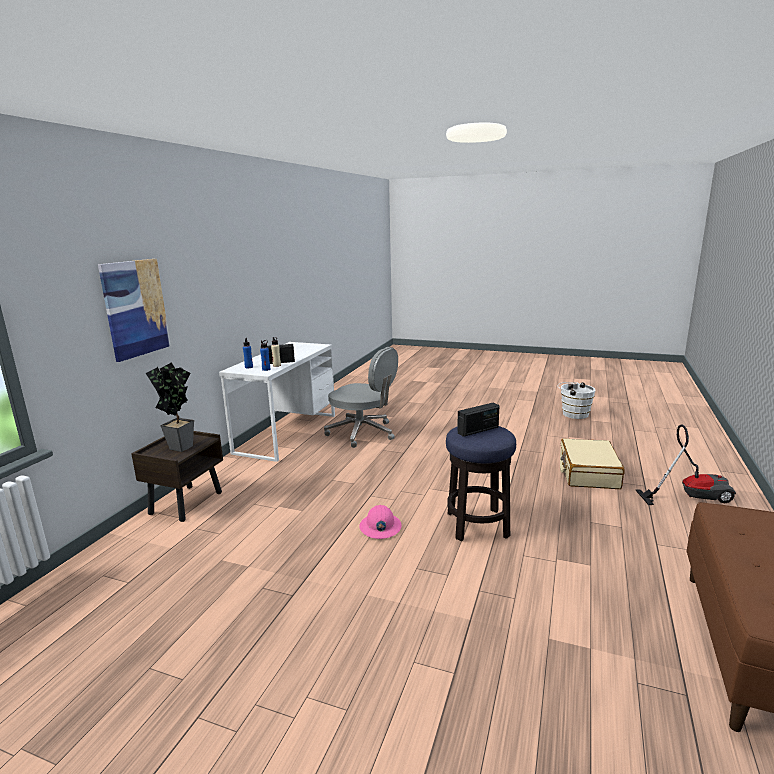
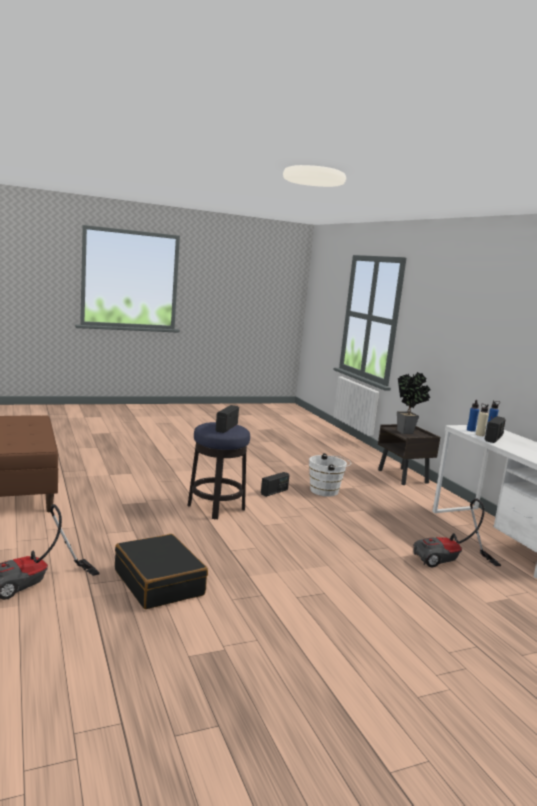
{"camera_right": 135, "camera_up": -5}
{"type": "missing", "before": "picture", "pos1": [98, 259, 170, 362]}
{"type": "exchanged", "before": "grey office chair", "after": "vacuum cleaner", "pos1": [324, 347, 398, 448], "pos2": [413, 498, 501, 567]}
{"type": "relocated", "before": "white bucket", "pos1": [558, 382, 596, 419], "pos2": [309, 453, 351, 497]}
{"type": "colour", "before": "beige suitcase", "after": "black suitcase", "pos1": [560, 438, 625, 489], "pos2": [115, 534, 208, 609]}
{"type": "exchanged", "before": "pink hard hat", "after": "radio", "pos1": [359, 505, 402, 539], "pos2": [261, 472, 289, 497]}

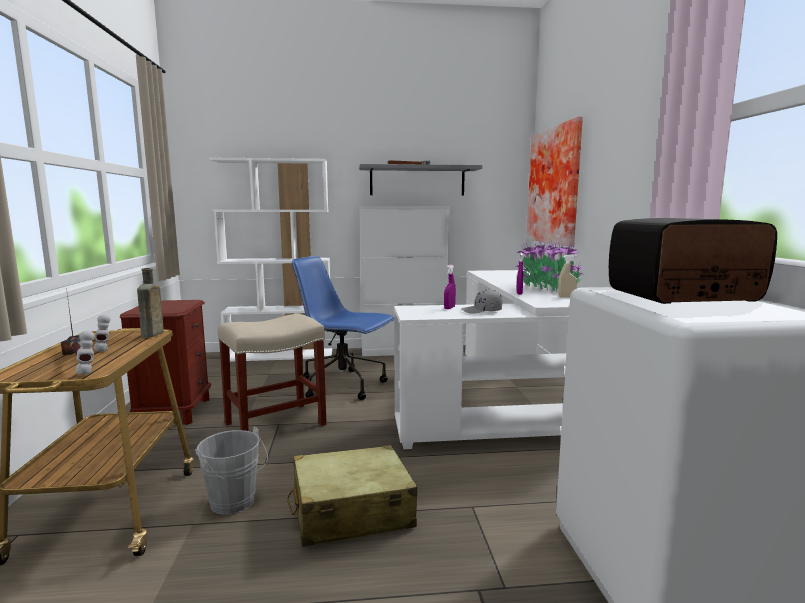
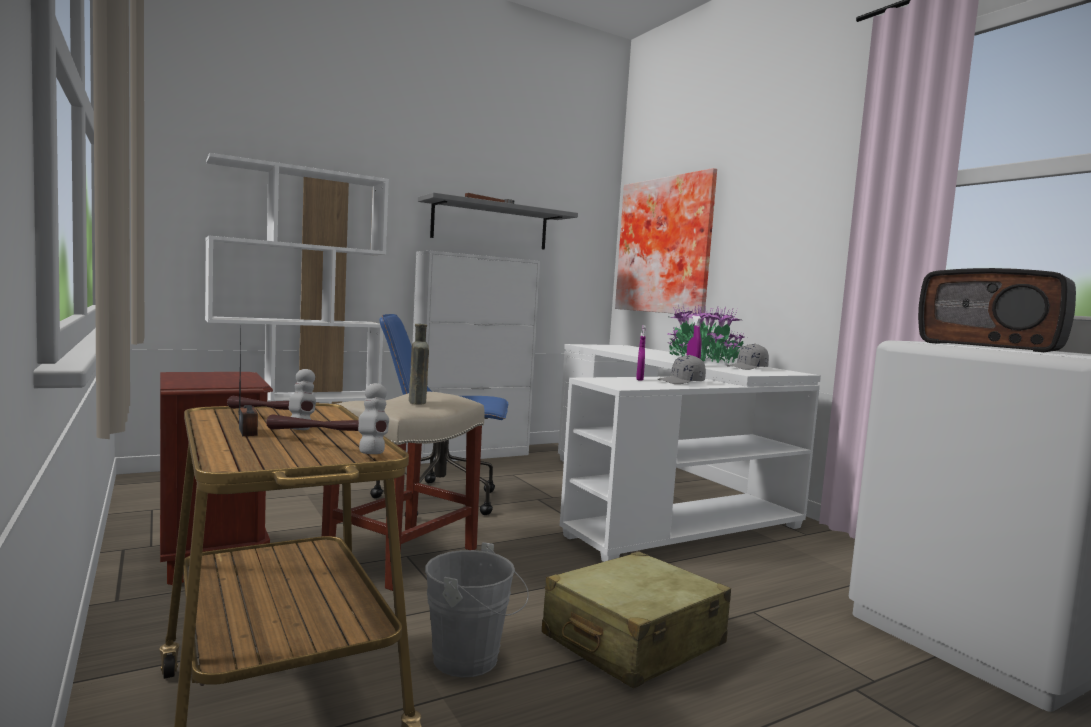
{"camera_right": -25, "camera_up": -5}
{"type": "spun", "before": "radio", "pos1": [609, 218, 777, 304], "pos2": [918, 268, 1076, 352], "turn": -105}
{"type": "exchanged", "before": "beige spray bottle", "after": "grey cap", "pos1": [558, 255, 578, 298], "pos2": [727, 344, 769, 370]}
{"type": "relocated", "before": "brown bottle", "pos1": [137, 268, 164, 338], "pos2": [409, 324, 429, 404]}

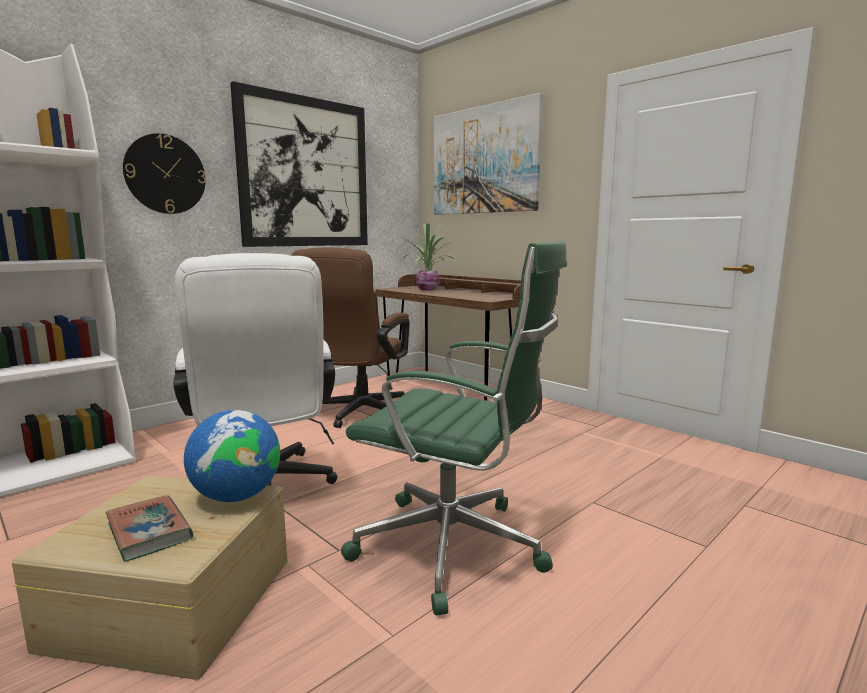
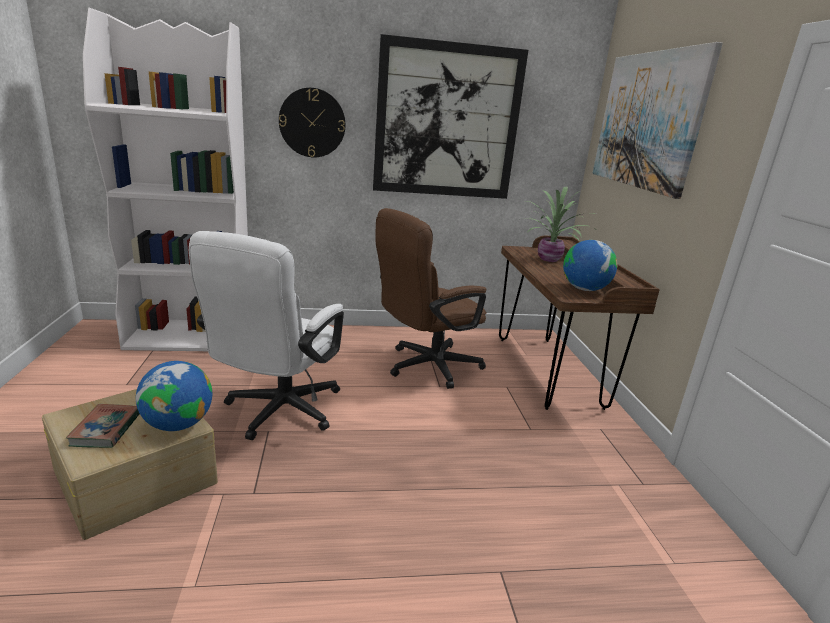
{"camera_right": 35, "camera_up": 10}
{"type": "missing", "before": "green office chair", "pos1": [341, 242, 567, 615]}
{"type": "appeared", "after": "globe", "pos2": [563, 240, 617, 291]}

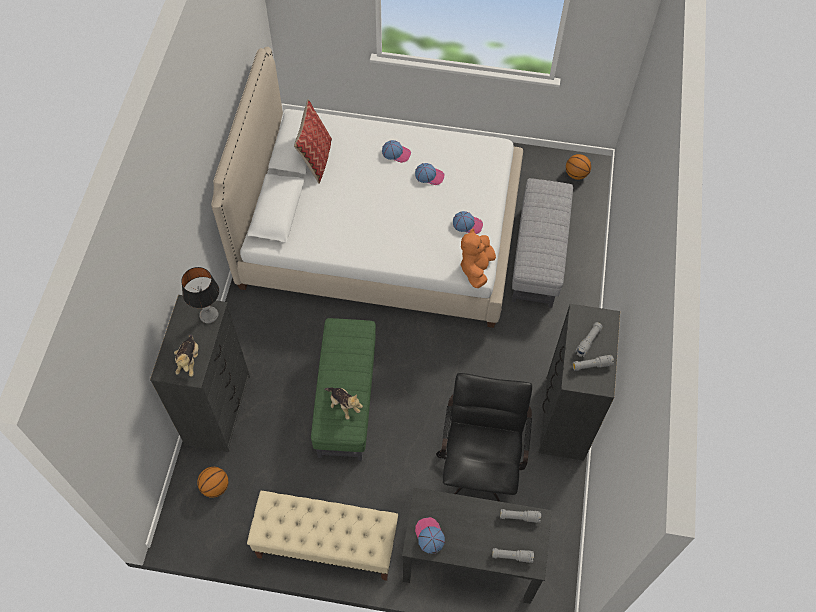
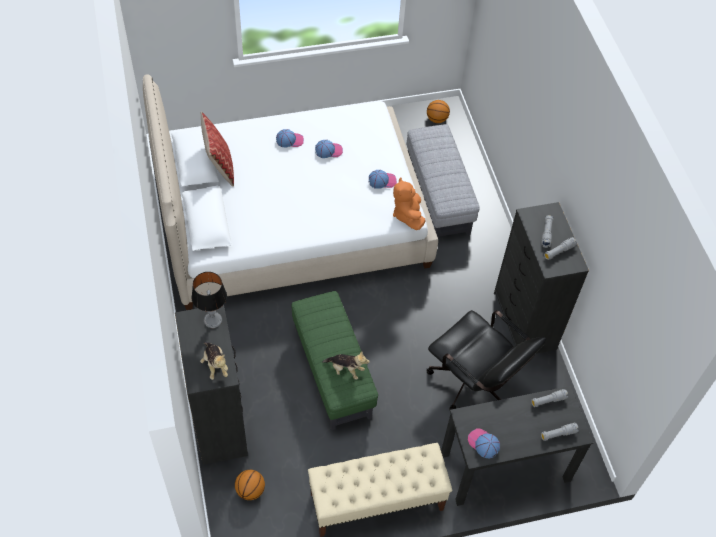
{"camera_right": -25, "camera_up": -5}
{"type": "spun", "before": "black office chair", "pos1": [436, 373, 532, 502], "pos2": [427, 310, 546, 410], "turn": 150}

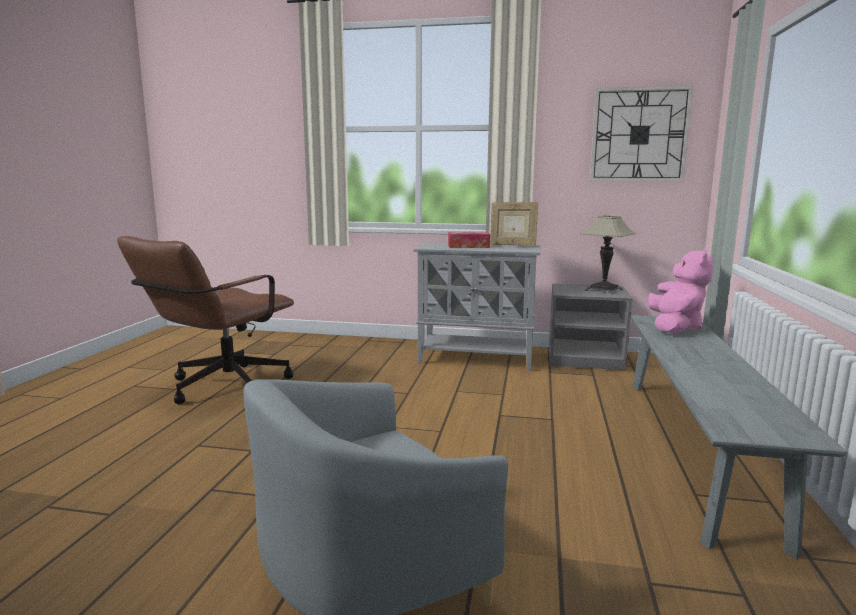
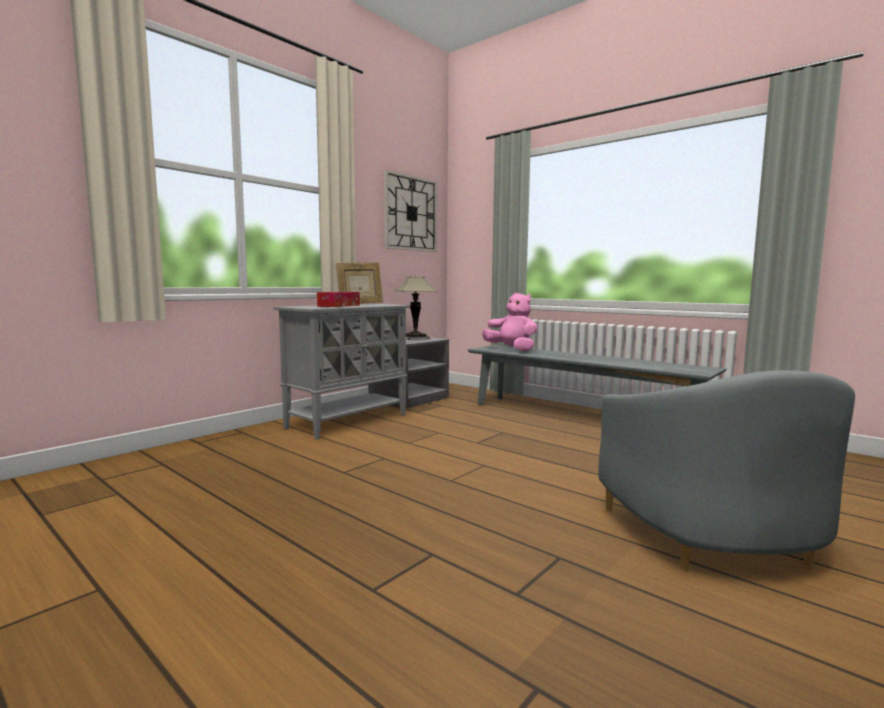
{"camera_right": -60, "camera_up": -5}
{"type": "missing", "before": "brown office chair", "pos1": [117, 236, 294, 404]}

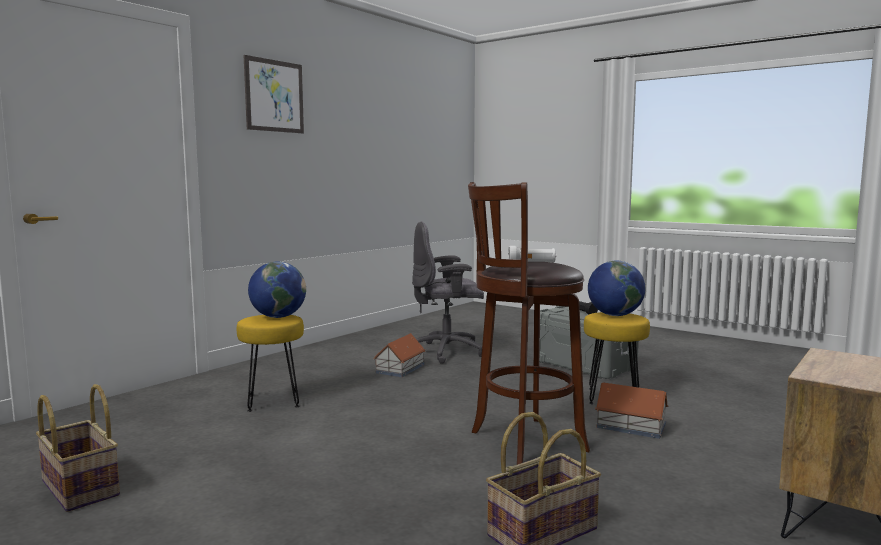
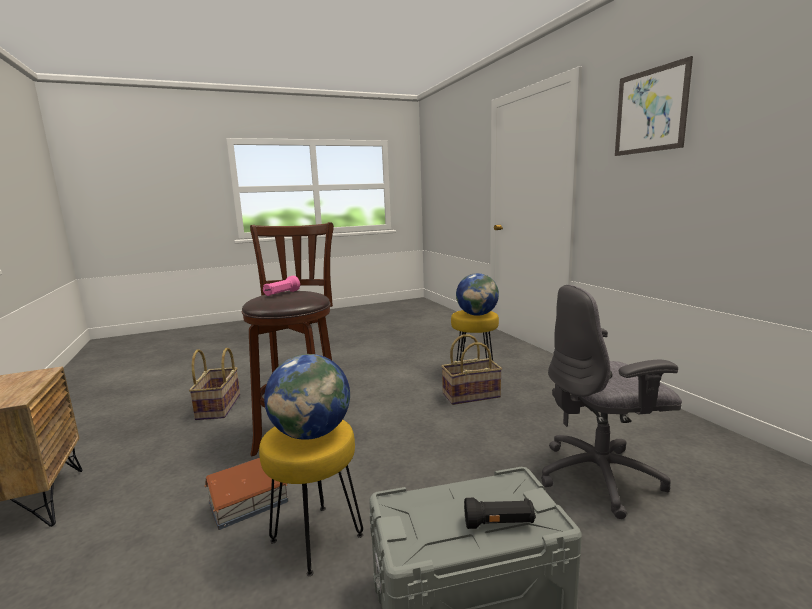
{"camera_right": 120, "camera_up": 5}
{"type": "spun", "before": "grey office chair", "pos1": [412, 221, 484, 364], "pos2": [541, 285, 682, 519], "turn": -120}
{"type": "colour", "before": "white flashlight", "after": "pink flashlight", "pos1": [508, 246, 556, 263], "pos2": [263, 276, 300, 296]}
{"type": "missing", "before": "toy house", "pos1": [373, 333, 426, 377]}
{"type": "relocated", "before": "basket", "pos1": [36, 384, 120, 512], "pos2": [441, 334, 502, 405]}

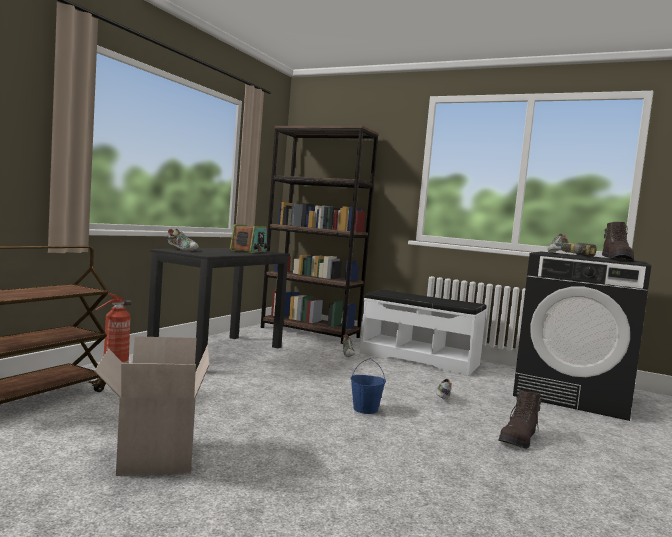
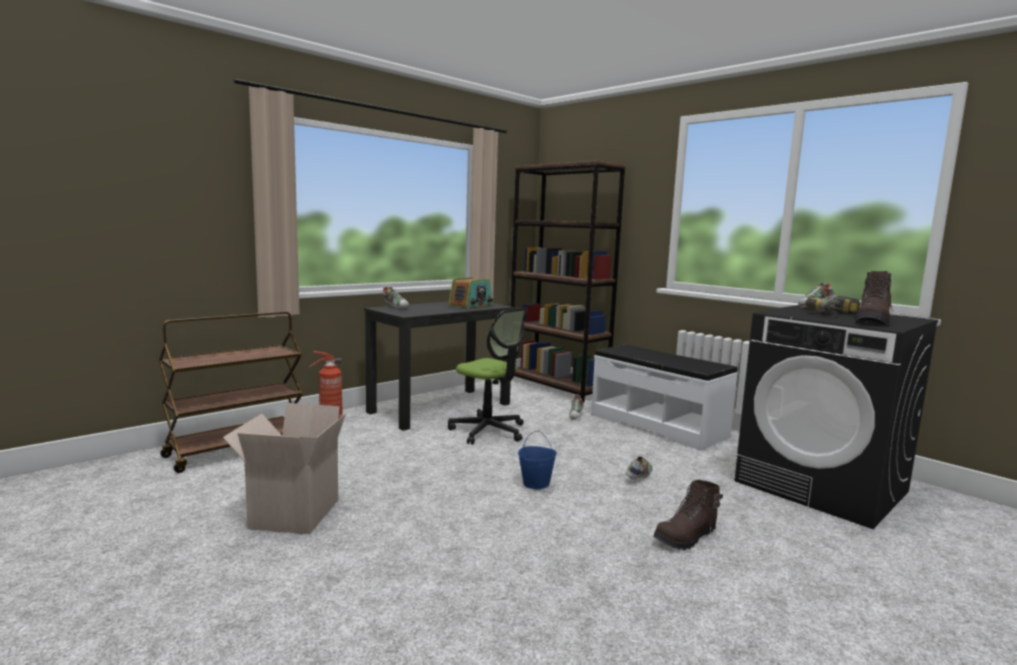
{"camera_right": 20, "camera_up": 5}
{"type": "appeared", "after": "office chair", "pos2": [448, 308, 527, 445]}

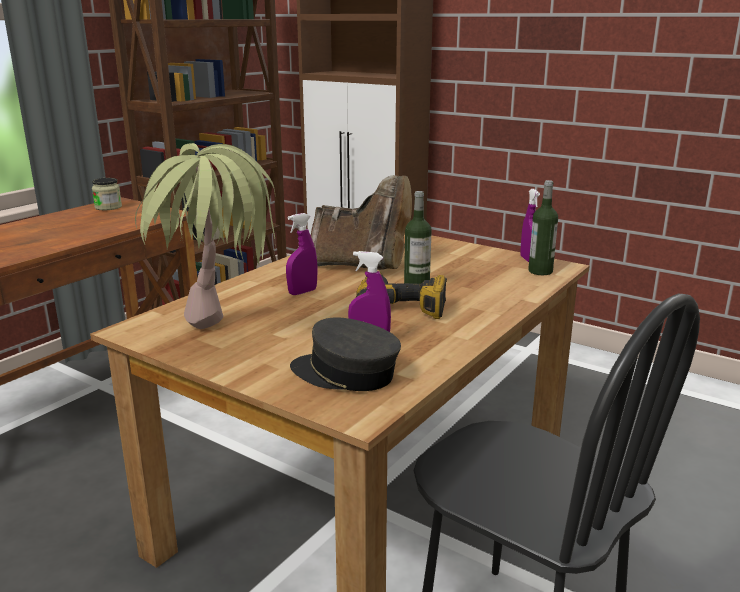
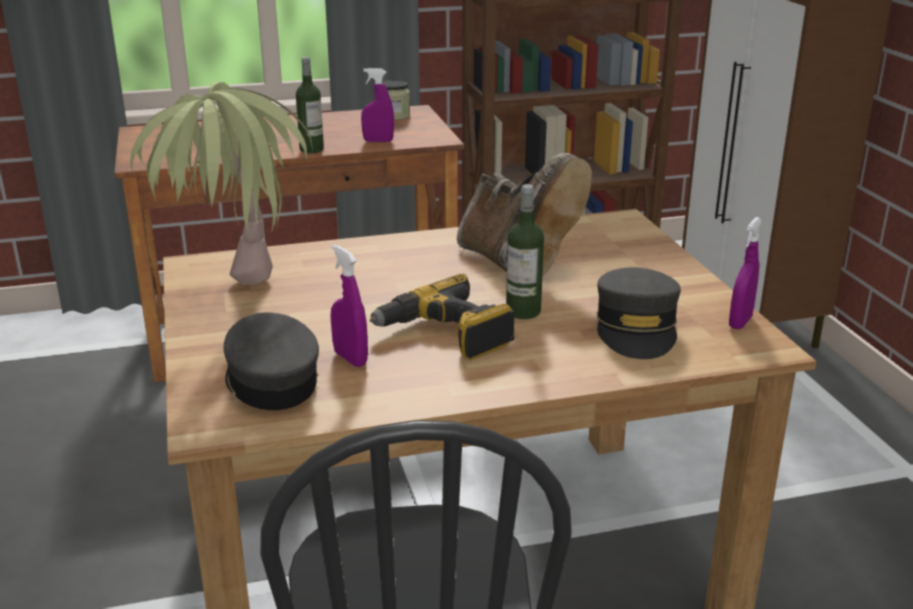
{"camera_right": 40, "camera_up": 5}
{"type": "relocated", "before": "bottle", "pos1": [528, 180, 558, 275], "pos2": [296, 57, 324, 153]}
{"type": "relocated", "before": "purple spray bottle", "pos1": [286, 213, 318, 295], "pos2": [361, 68, 394, 142]}
{"type": "appeared", "after": "grey cap", "pos2": [596, 267, 681, 359]}

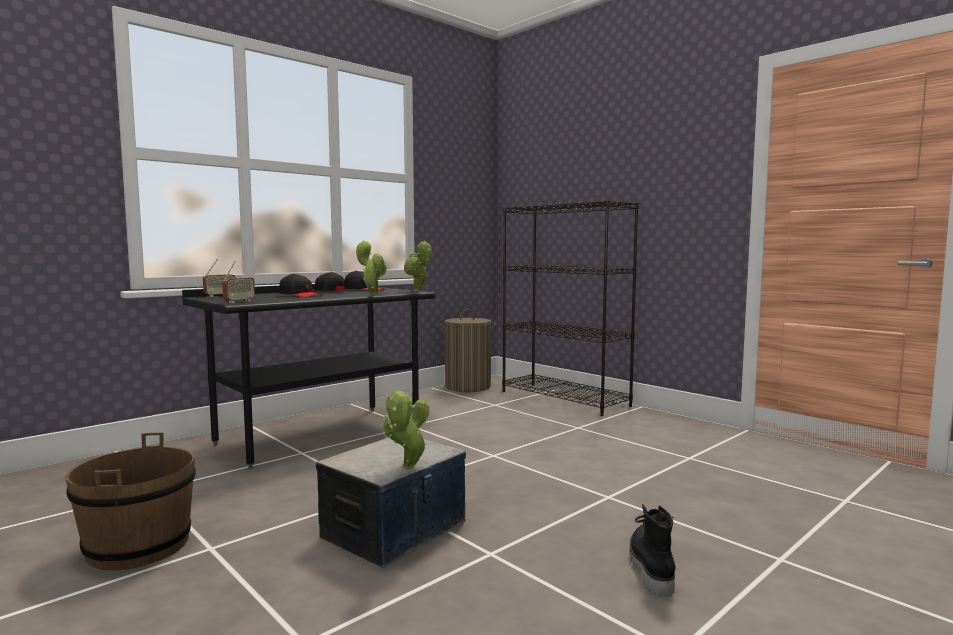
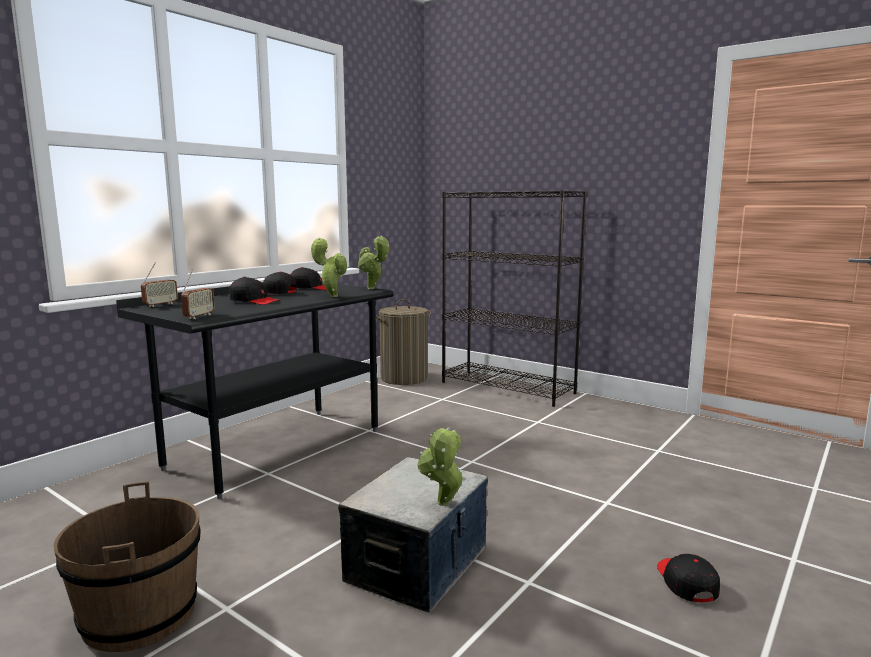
{"camera_right": -10, "camera_up": 5}
{"type": "exchanged", "before": "black boot", "after": "black cap", "pos1": [630, 504, 676, 597], "pos2": [657, 554, 720, 602]}

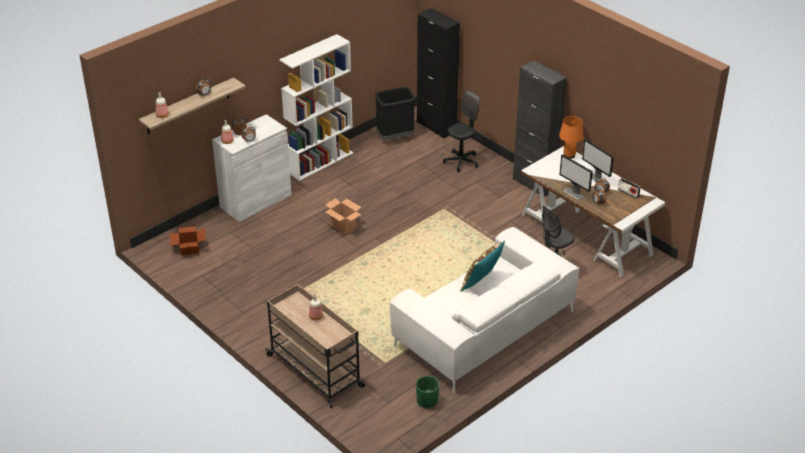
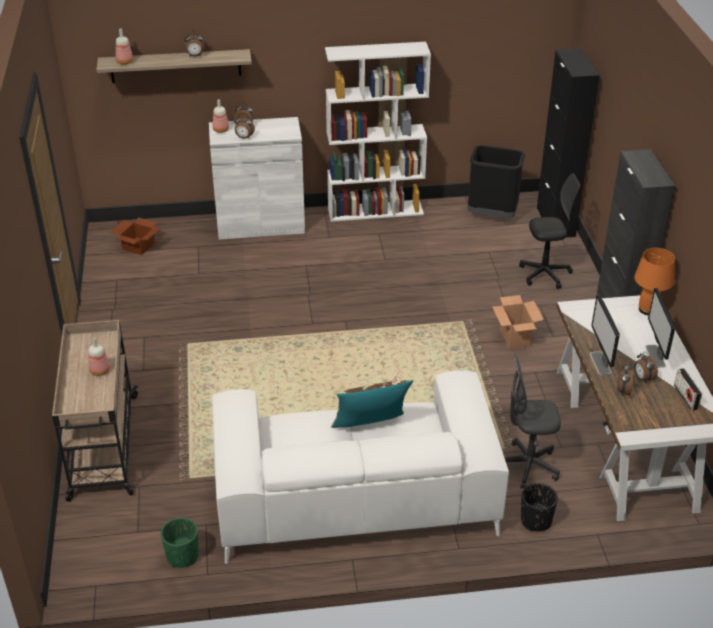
{"camera_right": 35, "camera_up": 0}
{"type": "relocated", "before": "cardboard box", "pos1": [325, 198, 361, 235], "pos2": [492, 295, 544, 349]}
{"type": "appeared", "after": "black planter", "pos2": [521, 483, 558, 531]}

